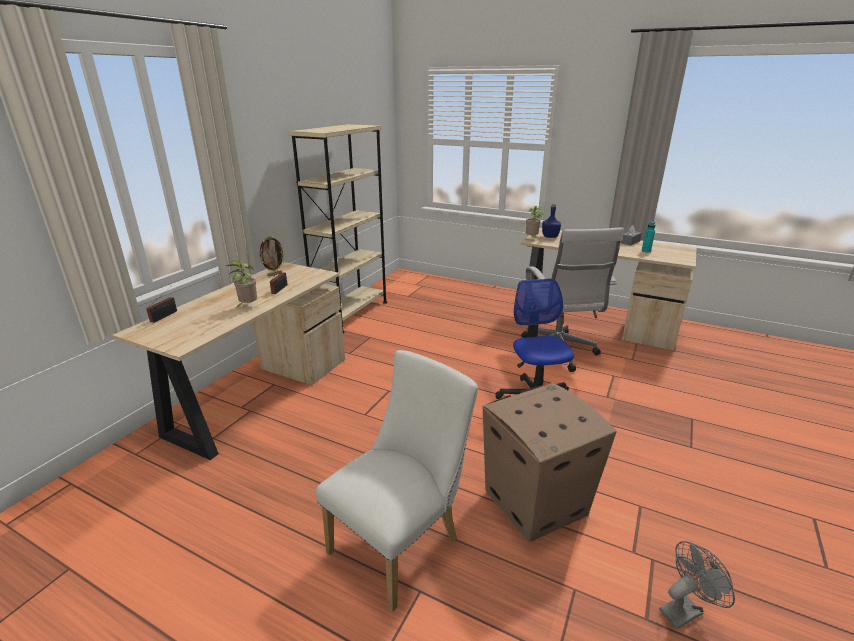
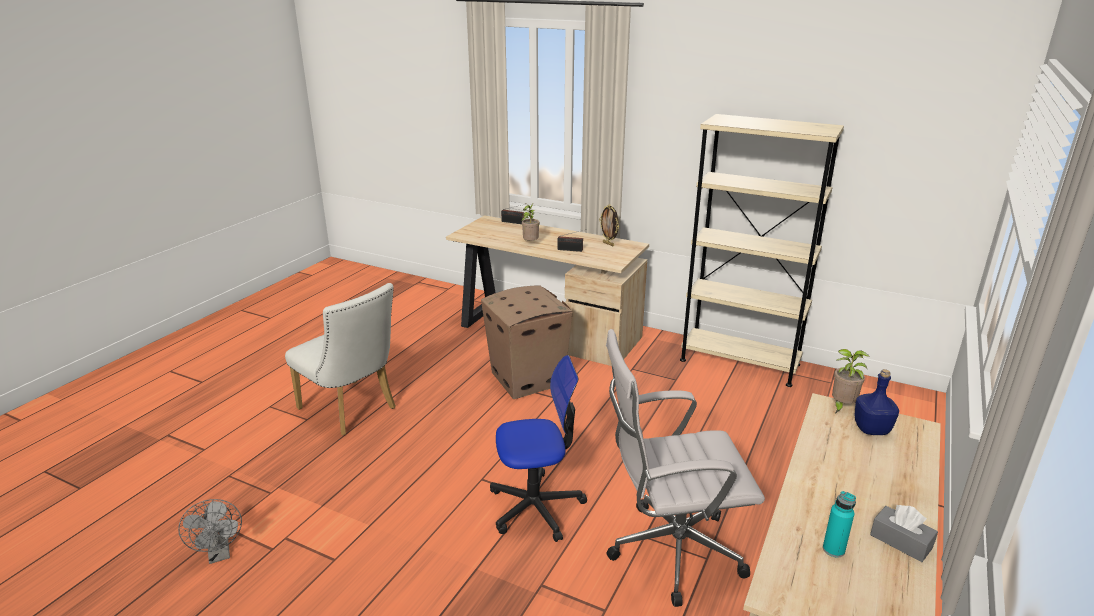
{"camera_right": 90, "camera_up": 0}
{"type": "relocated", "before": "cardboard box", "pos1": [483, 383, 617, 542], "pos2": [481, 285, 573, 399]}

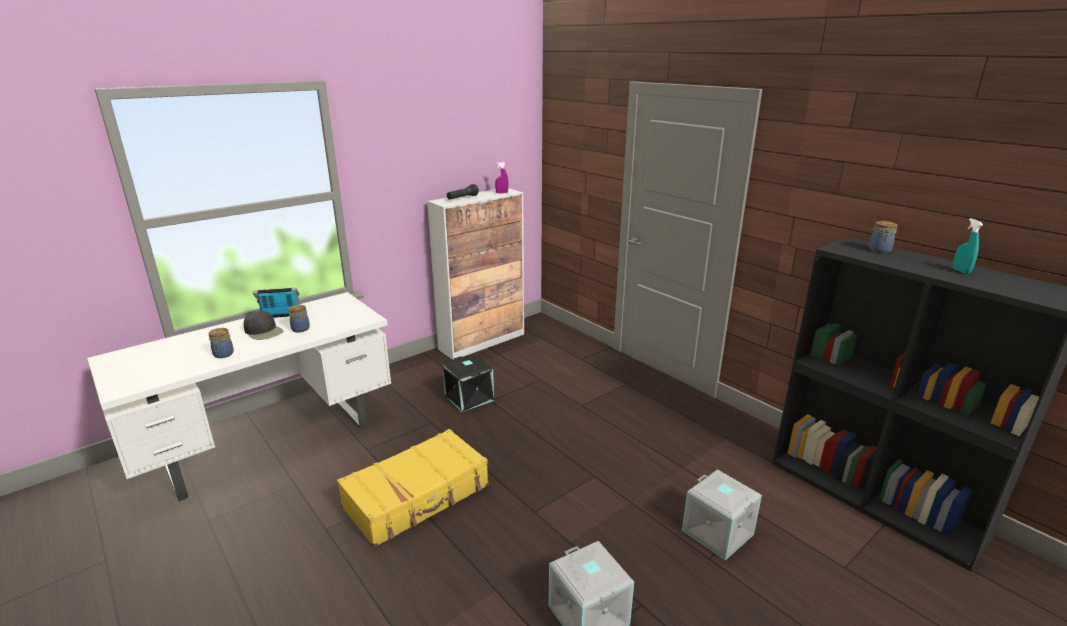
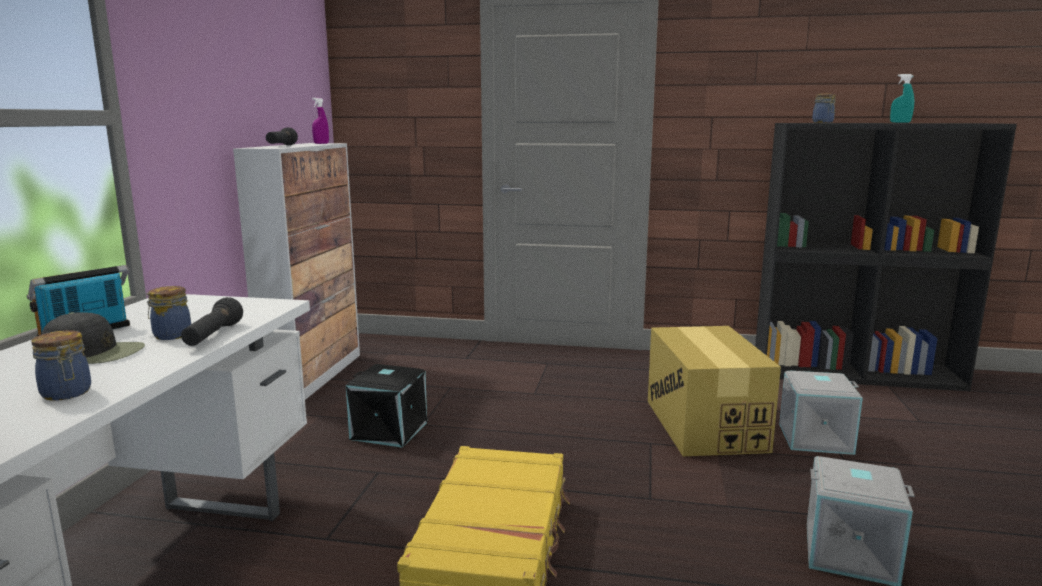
{"camera_right": -40, "camera_up": -10}
{"type": "appeared", "after": "black flashlight", "pos2": [181, 297, 243, 346]}
{"type": "appeared", "after": "cardboard box", "pos2": [648, 326, 781, 456]}

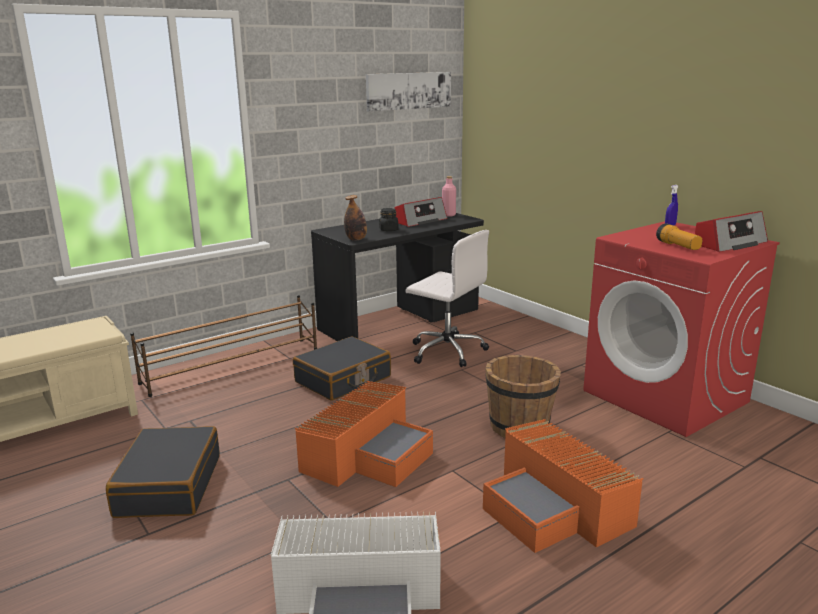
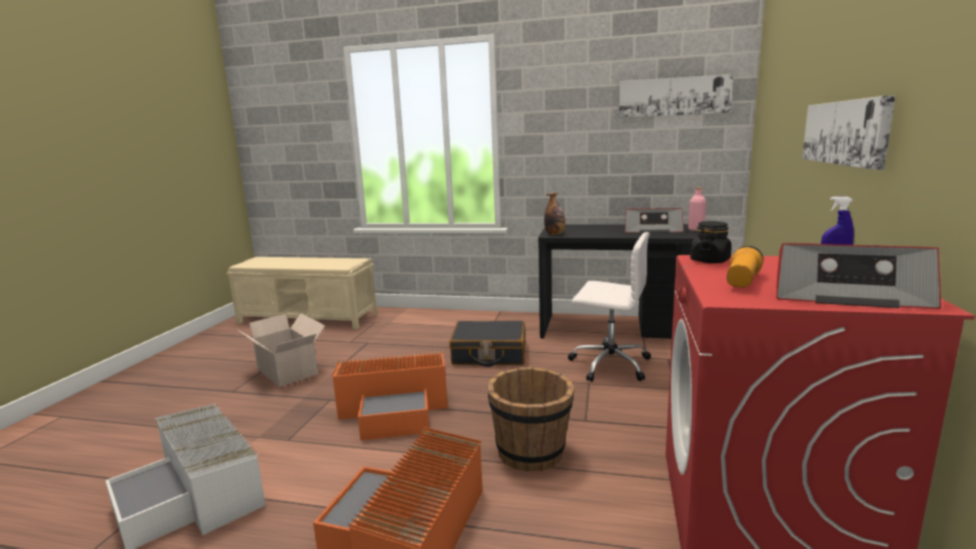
{"camera_right": 50, "camera_up": -5}
{"type": "relocated", "before": "black jar", "pos1": [379, 208, 399, 231], "pos2": [690, 221, 732, 263]}
{"type": "spun", "before": "white office chair", "pos1": [406, 230, 489, 367], "pos2": [568, 232, 651, 382], "turn": -60}
{"type": "missing", "before": "brown shoe rack", "pos1": [130, 295, 317, 397]}
{"type": "exchanged", "before": "black suitcase", "after": "cardboard box", "pos1": [106, 426, 219, 518], "pos2": [237, 313, 325, 387]}
{"type": "appeared", "after": "picture", "pos2": [802, 95, 896, 170]}

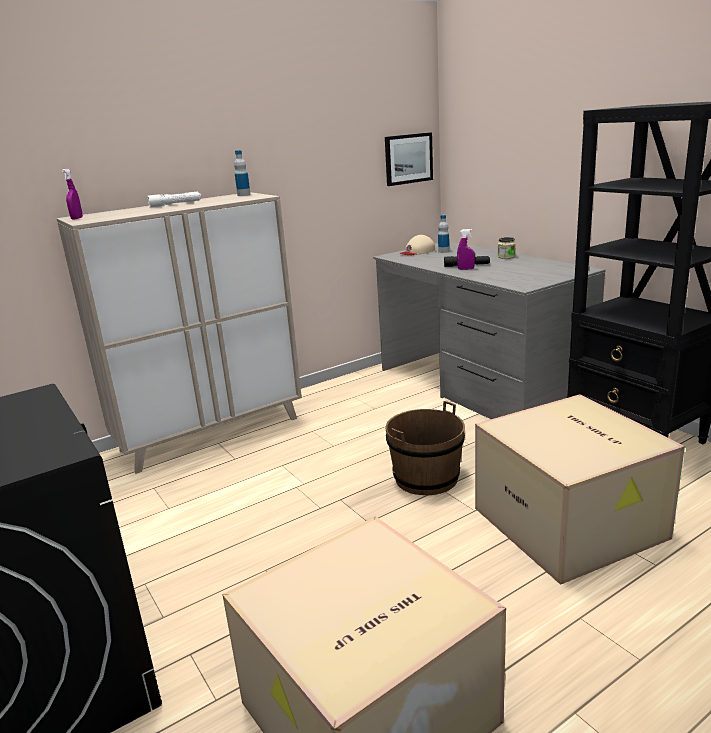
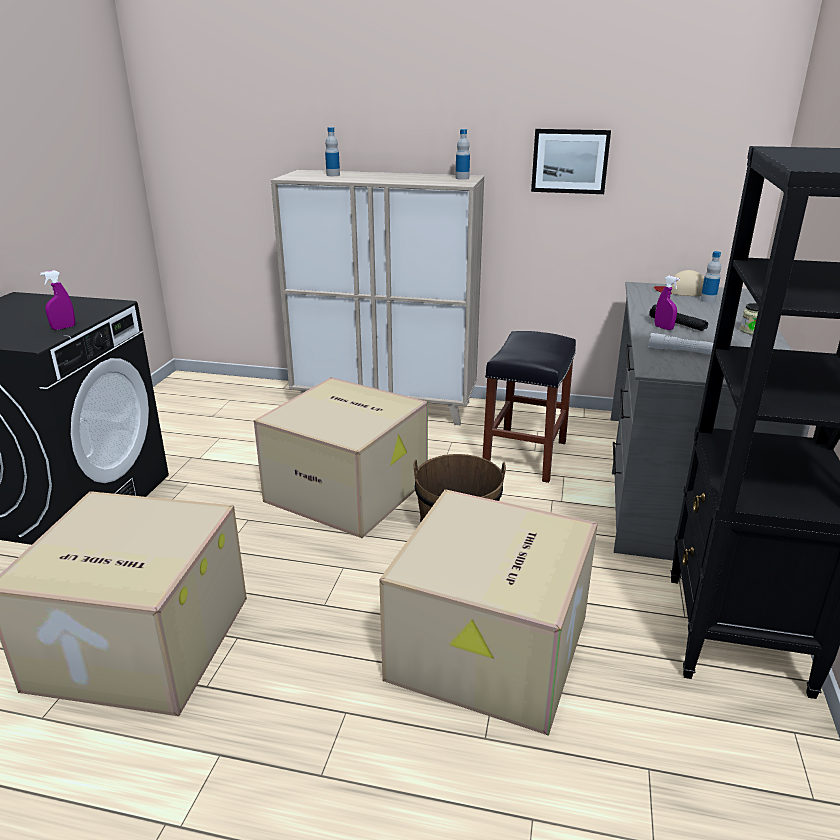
{"camera_right": 45, "camera_up": 5}
{"type": "relocated", "before": "picture", "pos1": [385, 132, 433, 186], "pos2": [531, 129, 611, 194]}
{"type": "relocated", "before": "purple spray bottle", "pos1": [62, 168, 83, 220], "pos2": [40, 270, 75, 330]}
{"type": "relocated", "before": "white flashlight", "pos1": [147, 192, 201, 207], "pos2": [649, 333, 713, 354]}
{"type": "appeared", "after": "bottle", "pos2": [325, 127, 340, 176]}
{"type": "appeared", "after": "black stool", "pos2": [483, 331, 576, 483]}
{"type": "appeared", "after": "cardboard box", "pos2": [254, 377, 428, 538]}

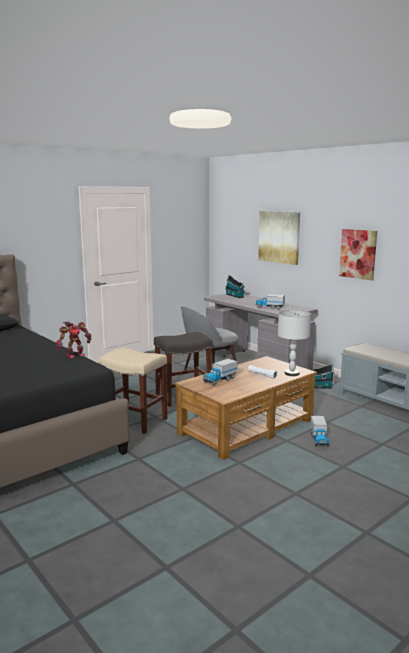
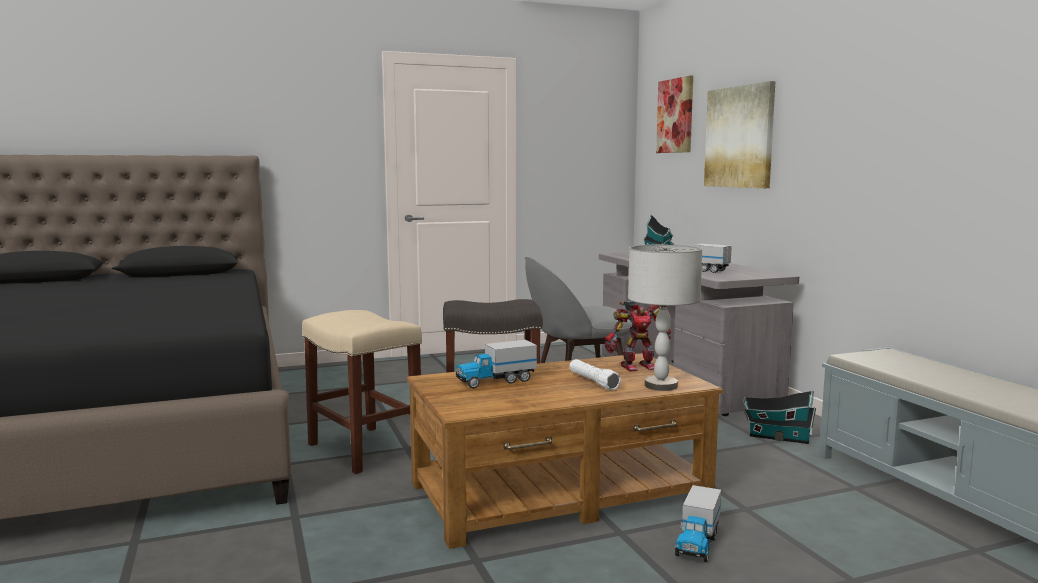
{"camera_right": 20, "camera_up": -5}
{"type": "relocated", "before": "picture", "pos1": [339, 229, 377, 280], "pos2": [656, 75, 693, 153]}
{"type": "relocated", "before": "toy robot", "pos1": [56, 322, 92, 359], "pos2": [604, 301, 671, 371]}

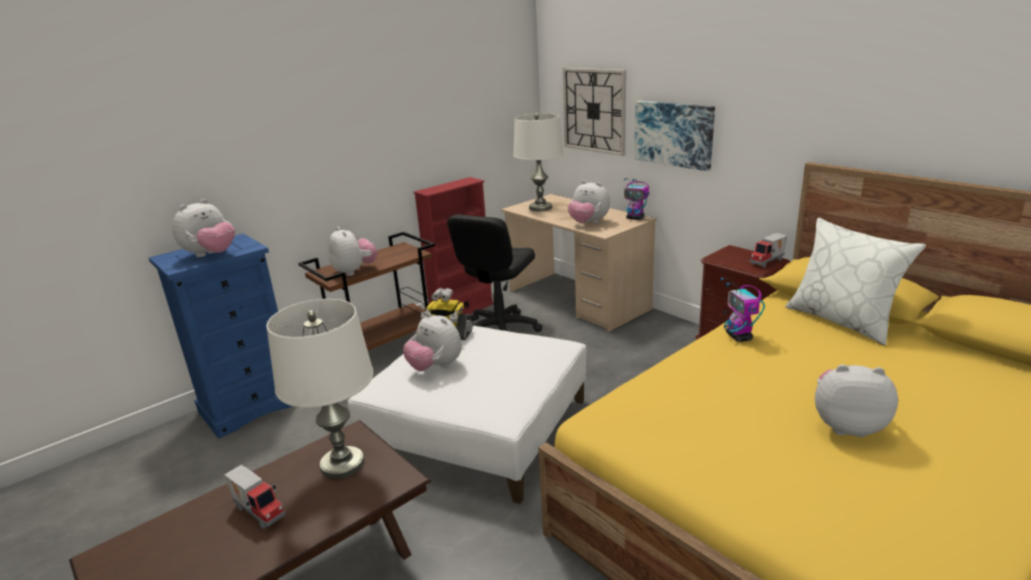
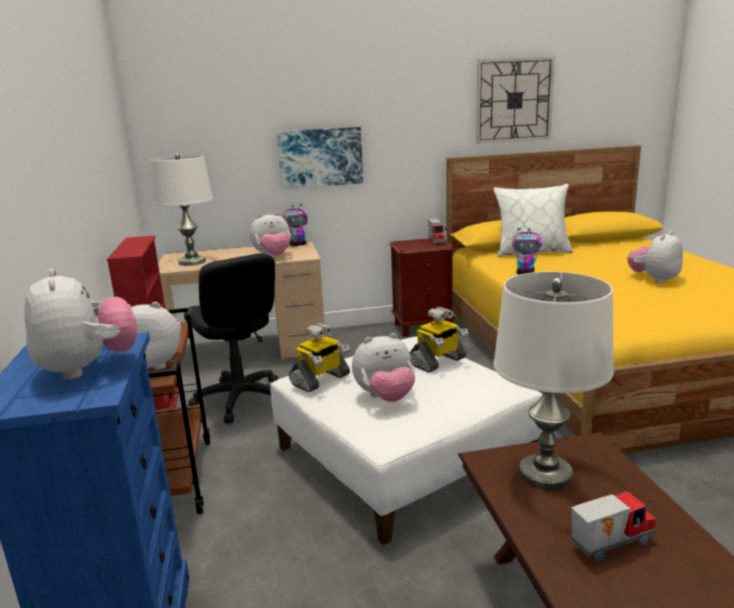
{"camera_right": -60, "camera_up": -5}
{"type": "relocated", "before": "wall clock", "pos1": [563, 68, 626, 156], "pos2": [476, 57, 555, 144]}
{"type": "appeared", "after": "toy robot", "pos2": [410, 307, 469, 372]}

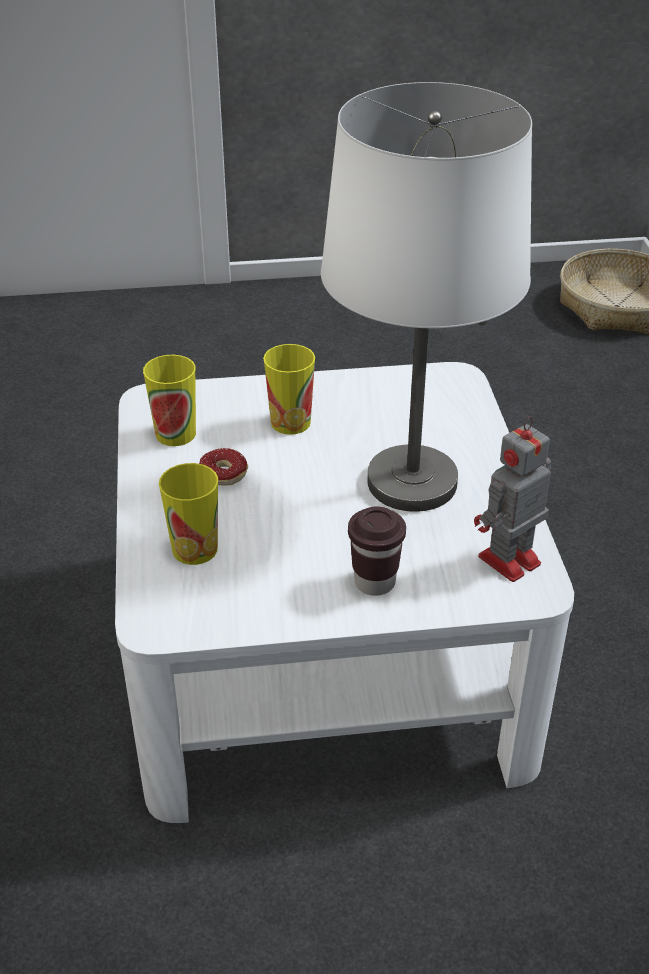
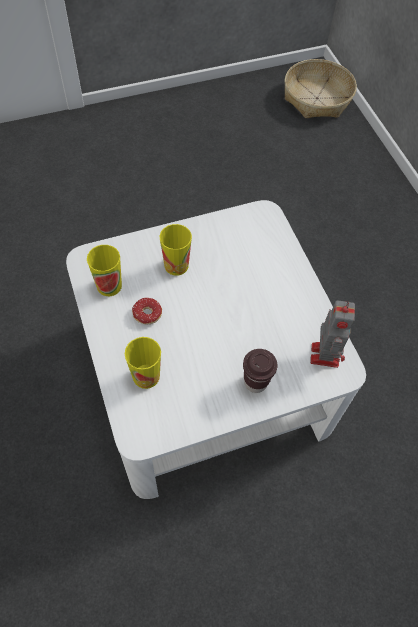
{"camera_right": -15, "camera_up": 20}
{"type": "missing", "before": "white table lamp", "pos1": [321, 82, 532, 512]}
{"type": "spun", "before": "toy robot", "pos1": [474, 416, 551, 582], "pos2": [310, 300, 355, 368], "turn": 150}

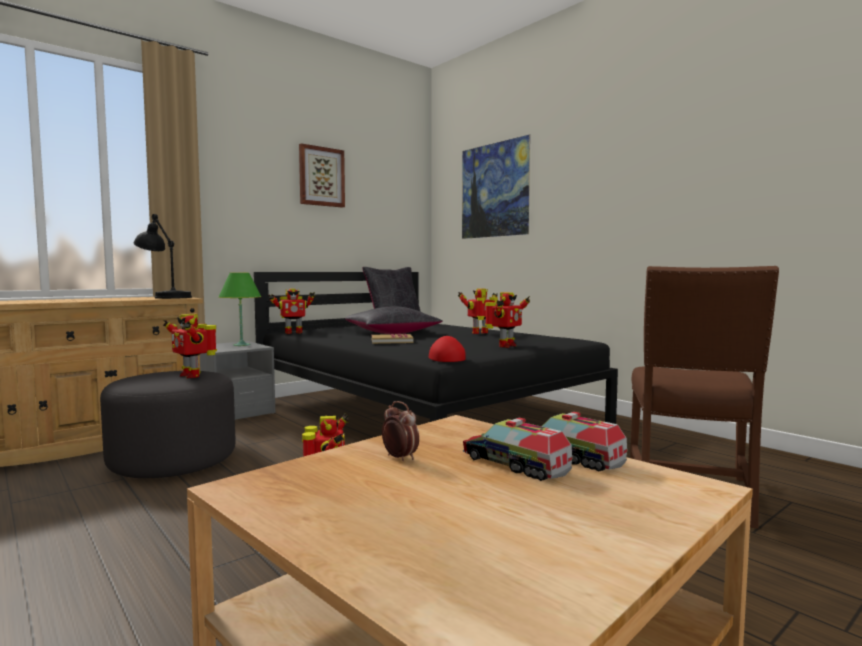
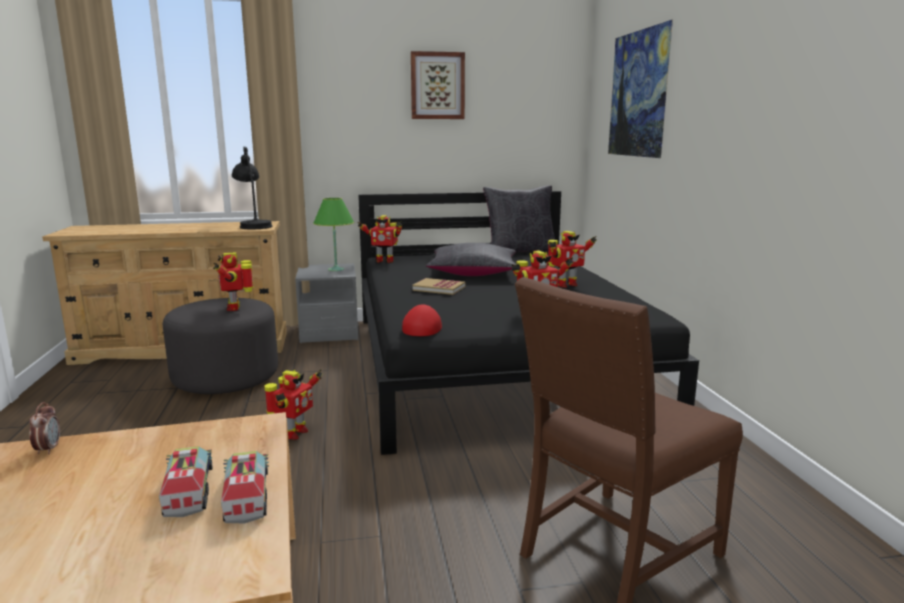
{"camera_right": 30, "camera_up": 10}
{"type": "spun", "before": "toy robot", "pos1": [458, 288, 498, 334], "pos2": [548, 231, 597, 288], "turn": 150}
{"type": "relocated", "before": "alarm clock", "pos1": [382, 401, 419, 461], "pos2": [29, 402, 60, 455]}

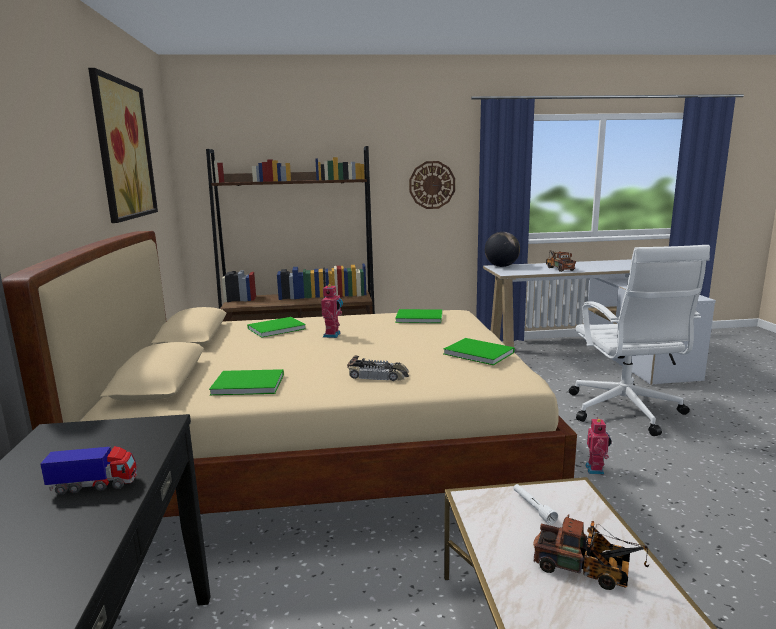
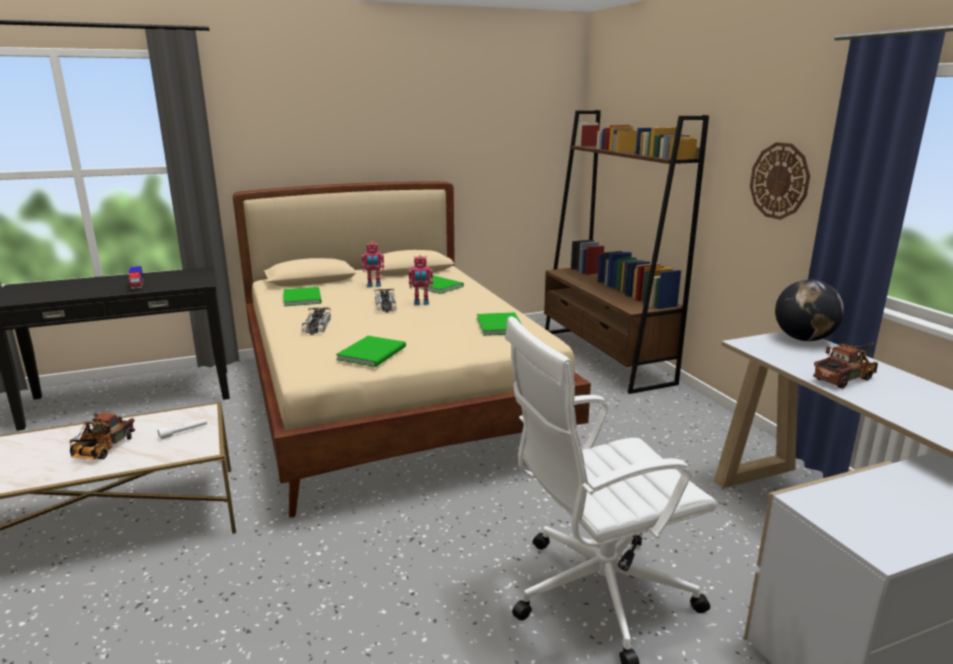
{"camera_right": 75, "camera_up": 5}
{"type": "missing", "before": "picture", "pos1": [88, 68, 158, 223]}
{"type": "relocated", "before": "toy robot", "pos1": [585, 417, 612, 475], "pos2": [361, 242, 384, 287]}
{"type": "appeared", "after": "toy car", "pos2": [374, 289, 397, 313]}

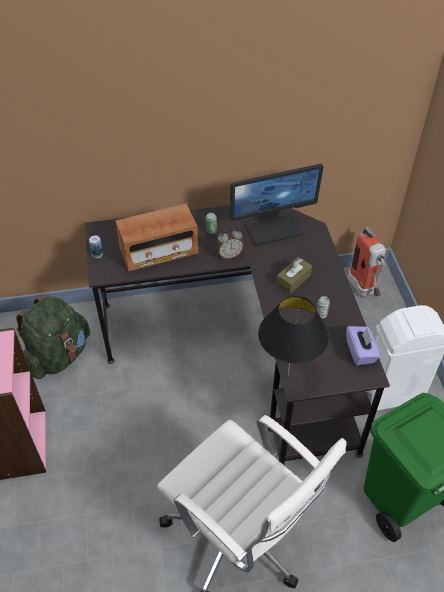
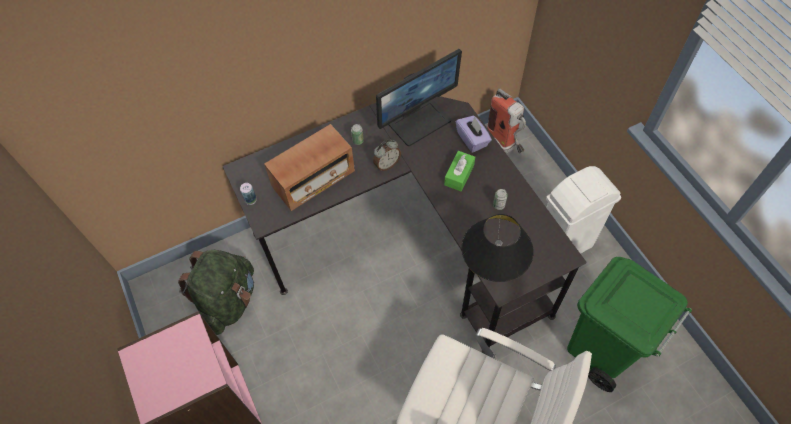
{"camera_right": -15, "camera_up": 10}
{"type": "colour", "before": "brown tissue box", "after": "green tissue box", "pos1": [276, 257, 312, 294], "pos2": [444, 151, 475, 191]}
{"type": "relocated", "before": "purple tissue box", "pos1": [346, 326, 380, 366], "pos2": [456, 116, 492, 153]}

